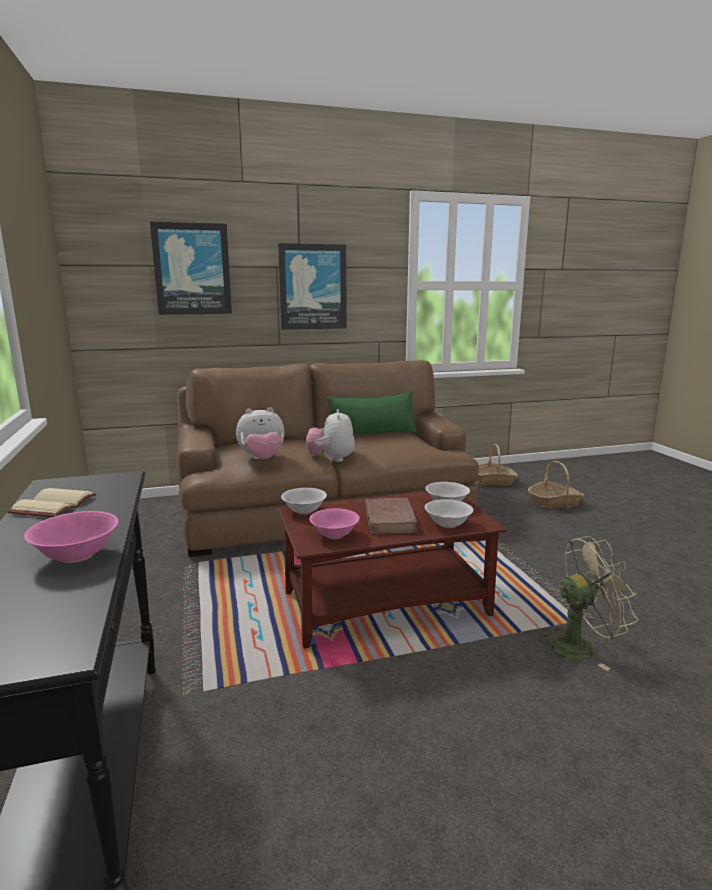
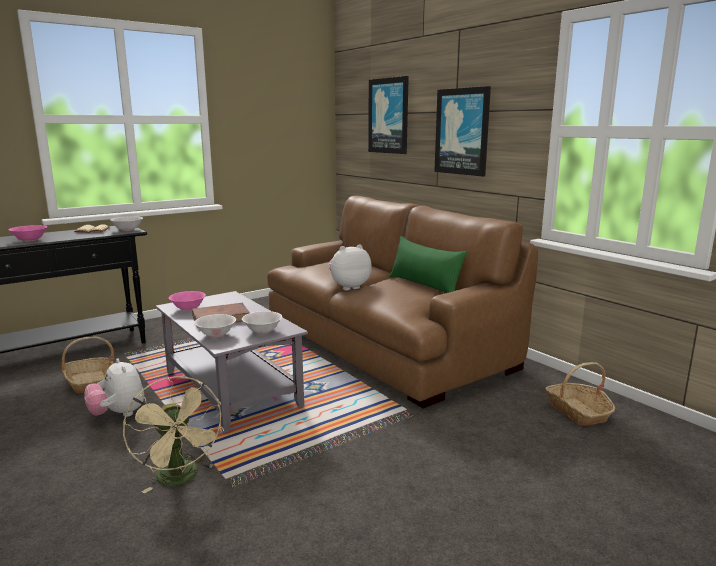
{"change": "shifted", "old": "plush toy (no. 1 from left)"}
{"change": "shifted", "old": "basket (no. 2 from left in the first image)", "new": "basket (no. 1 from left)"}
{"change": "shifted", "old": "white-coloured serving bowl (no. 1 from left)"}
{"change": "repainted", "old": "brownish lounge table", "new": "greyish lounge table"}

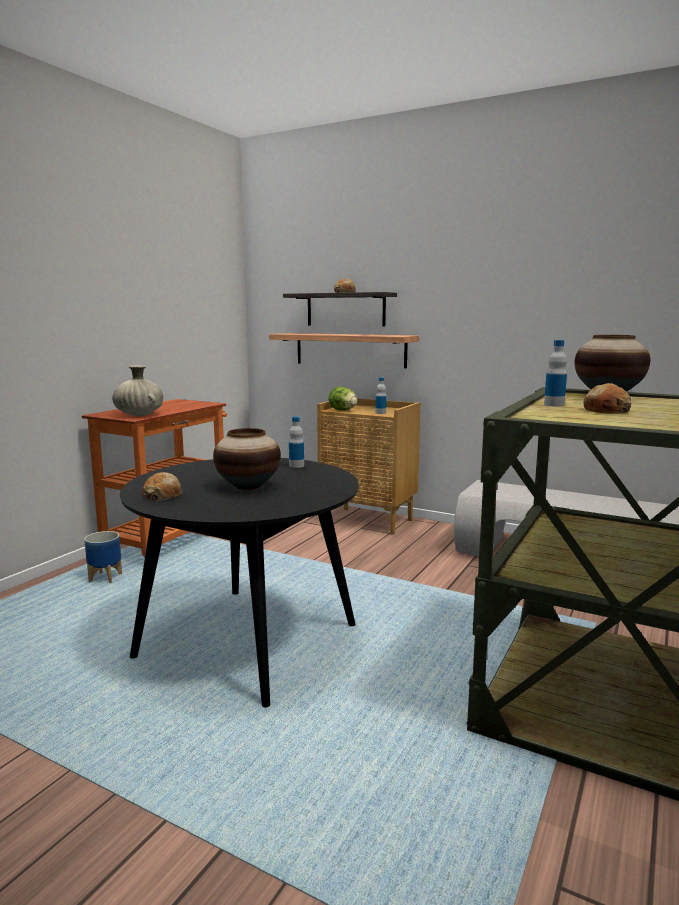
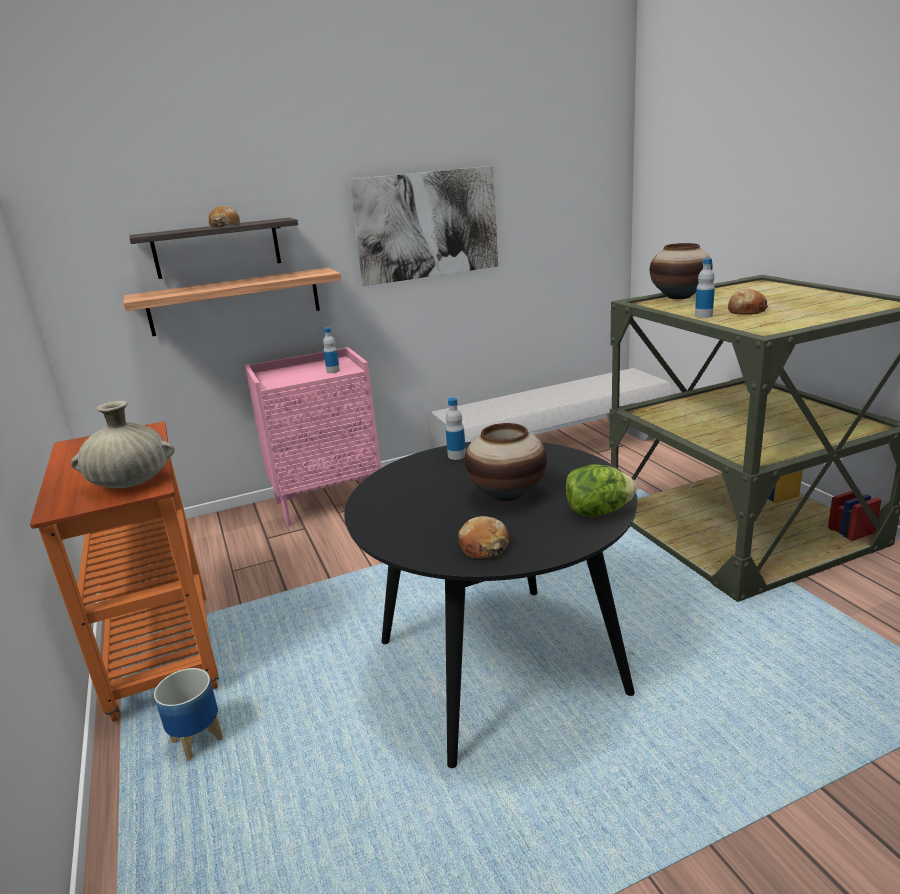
{"change": "shifted", "old": "head of lettuce"}
{"change": "repainted", "old": "brownish cabinet", "new": "pink-coloured cabinet"}
{"change": "new", "new": "wall picture"}

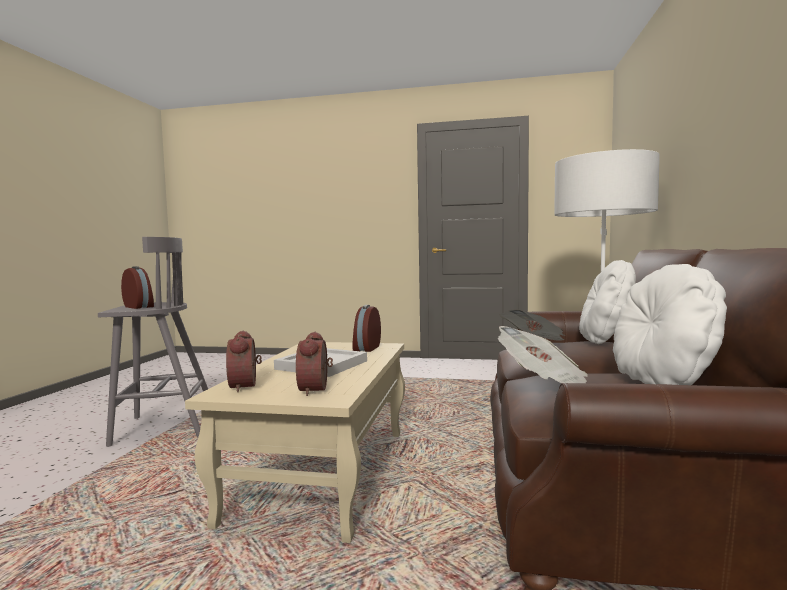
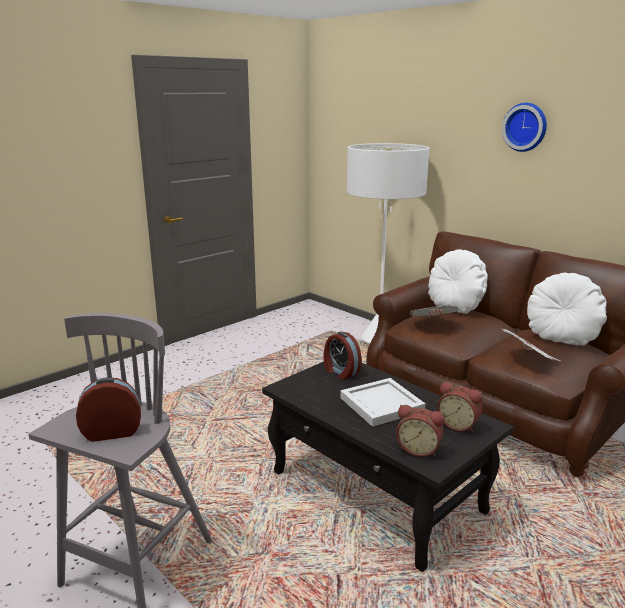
{"change": "repainted", "old": "beige lounge table", "new": "blackish lounge table"}
{"change": "new", "new": "wall clock"}

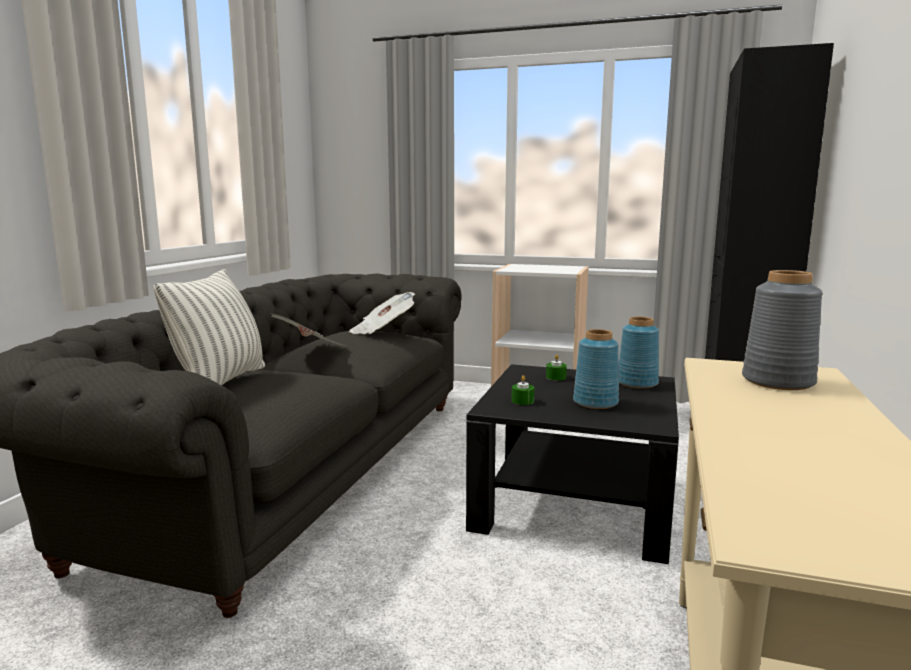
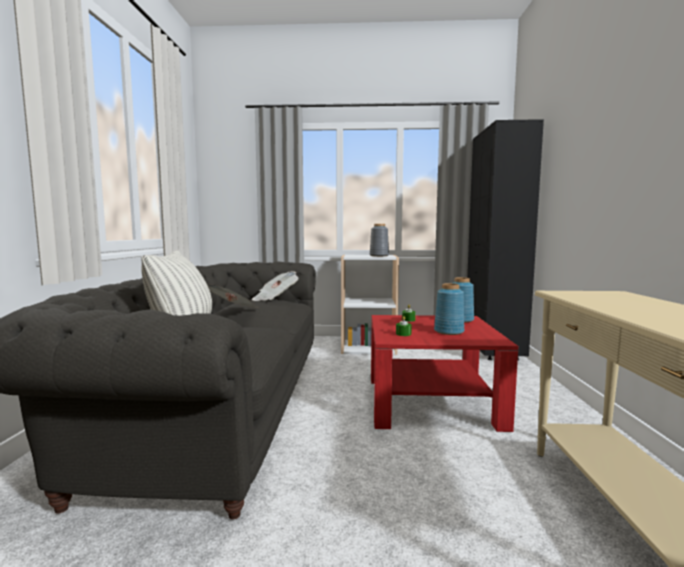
{"change": "shifted", "old": "greyish flower vase"}
{"change": "repainted", "old": "blackish lounge table", "new": "reddish lounge table"}

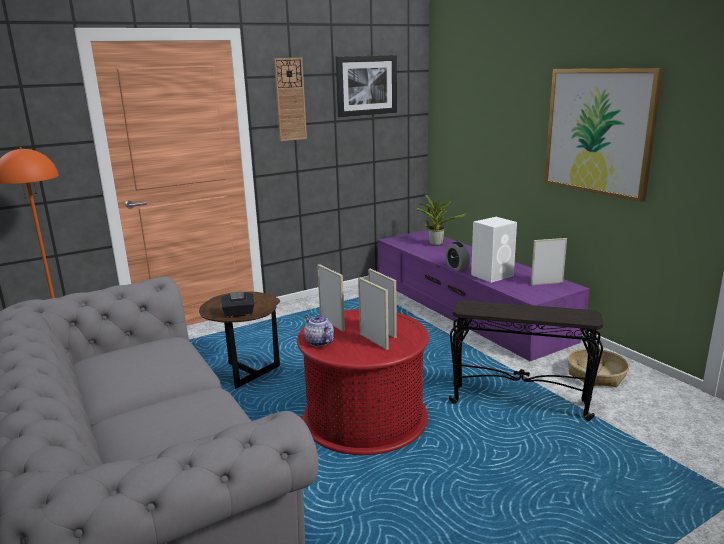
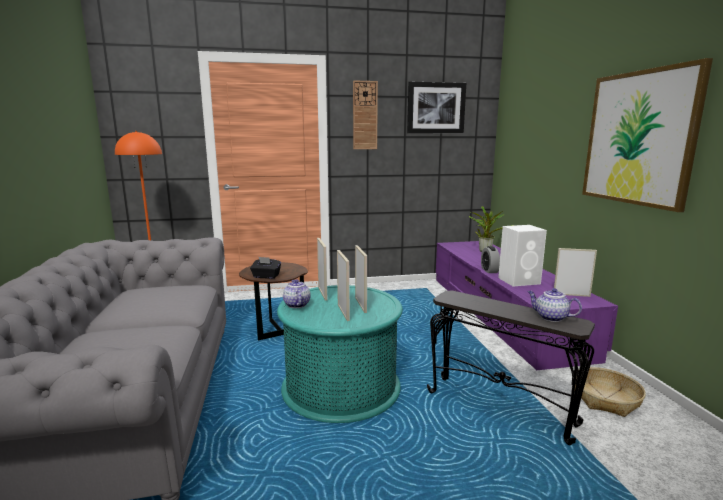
{"change": "repainted", "old": "reddish lounge table", "new": "turquoise lounge table"}
{"change": "new", "new": "teapot (no. 2 from left)"}

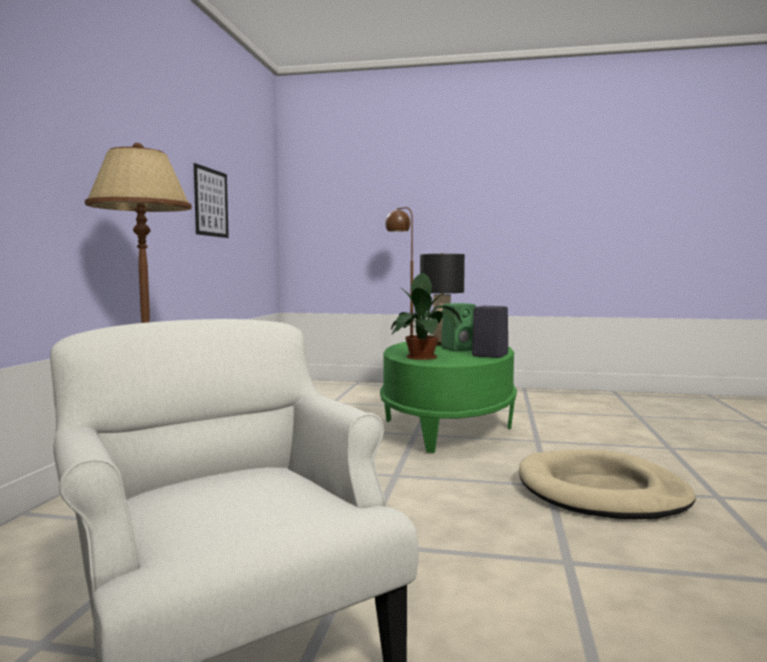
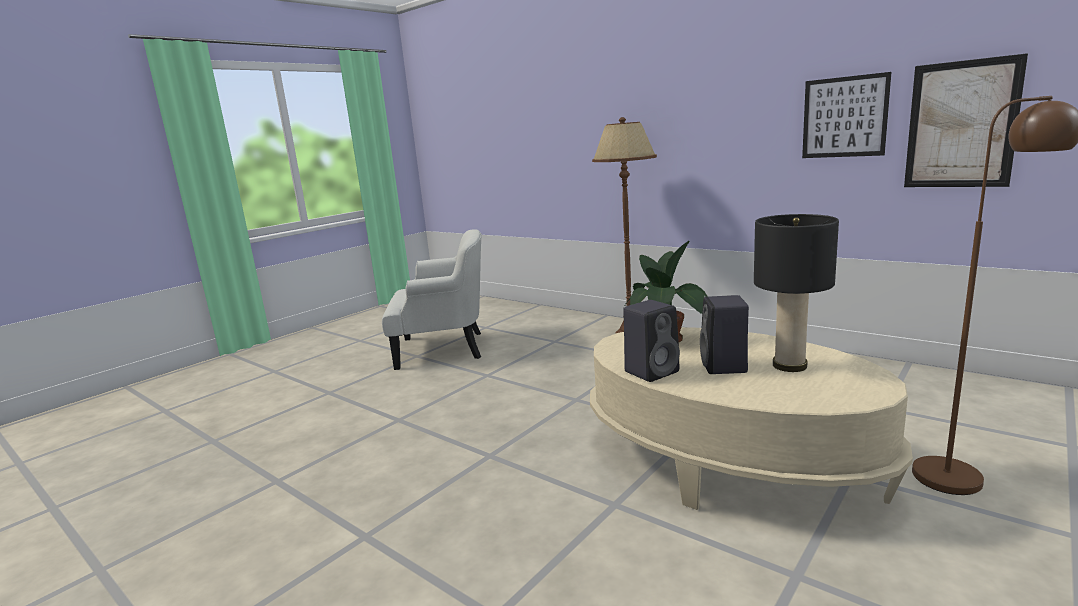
{"change": "repainted", "old": "green-coloured audio speaker", "new": "blackish audio speaker (no. 2 from left)"}
{"change": "repainted", "old": "green-coloured lounge table", "new": "beige lounge table"}
{"change": "gone", "old": "beige pet bed"}
{"change": "new", "new": "wall picture (no. 2 from left)"}

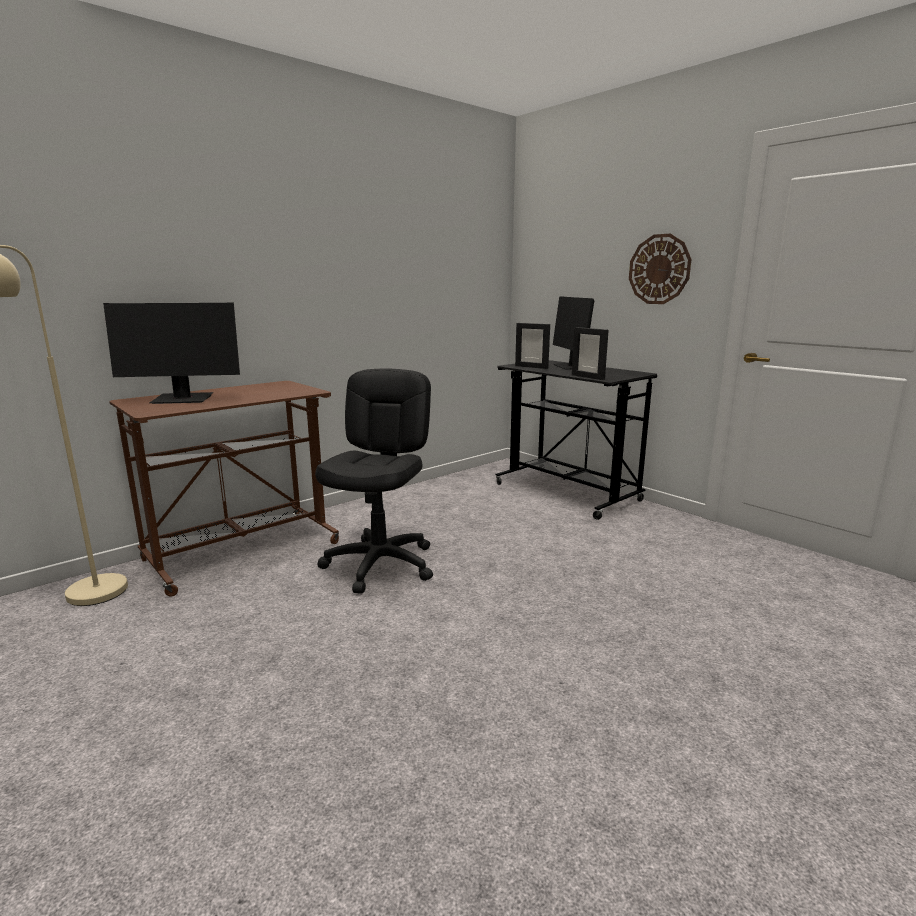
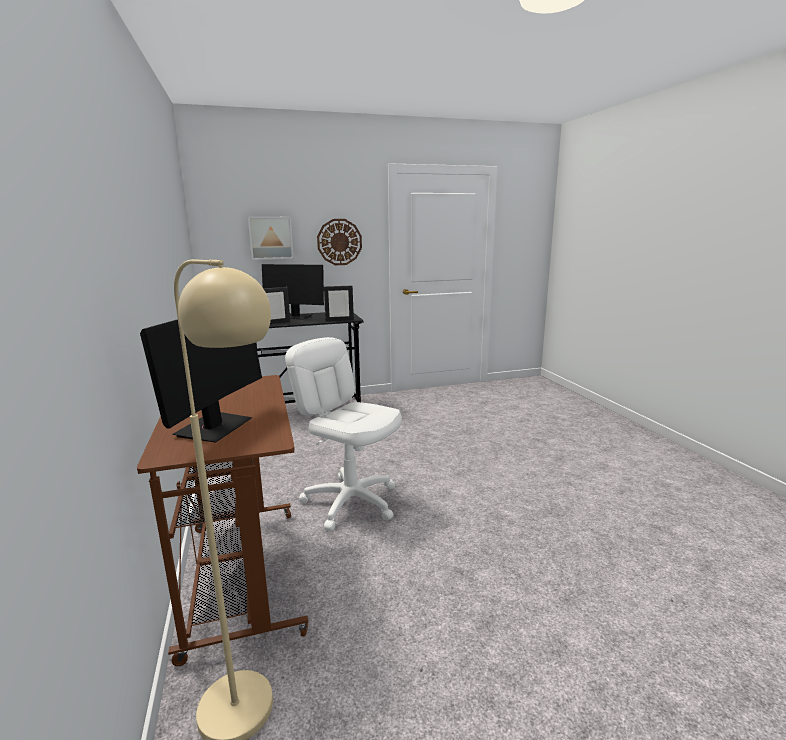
{"change": "repainted", "old": "blackish computer chair", "new": "white-coloured computer chair"}
{"change": "new", "new": "wall picture"}

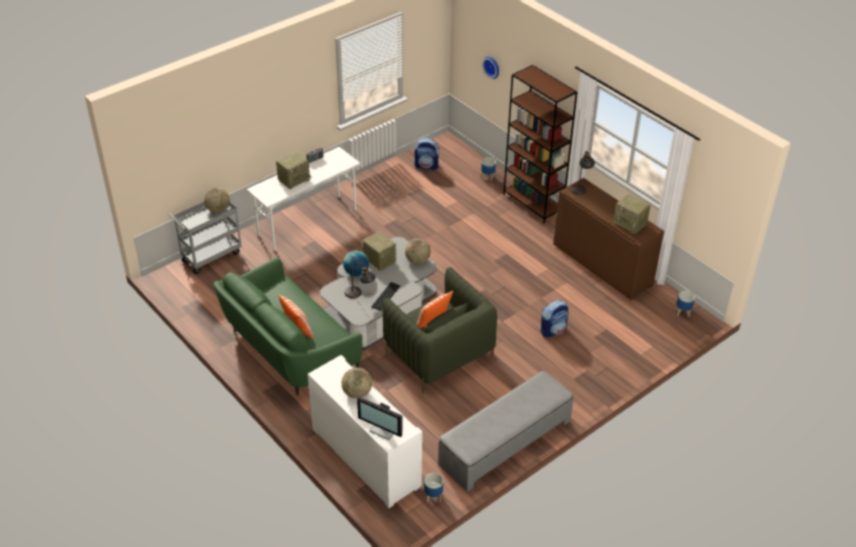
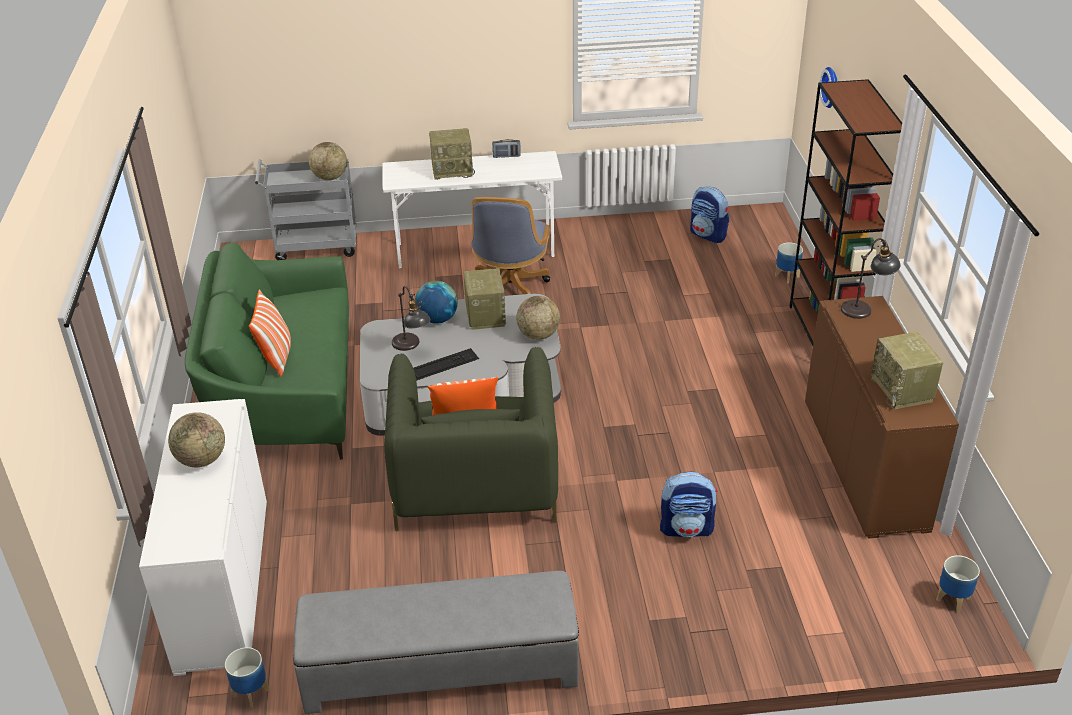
{"change": "gone", "old": "monitor"}
{"change": "new", "new": "blue-coloured computer chair"}

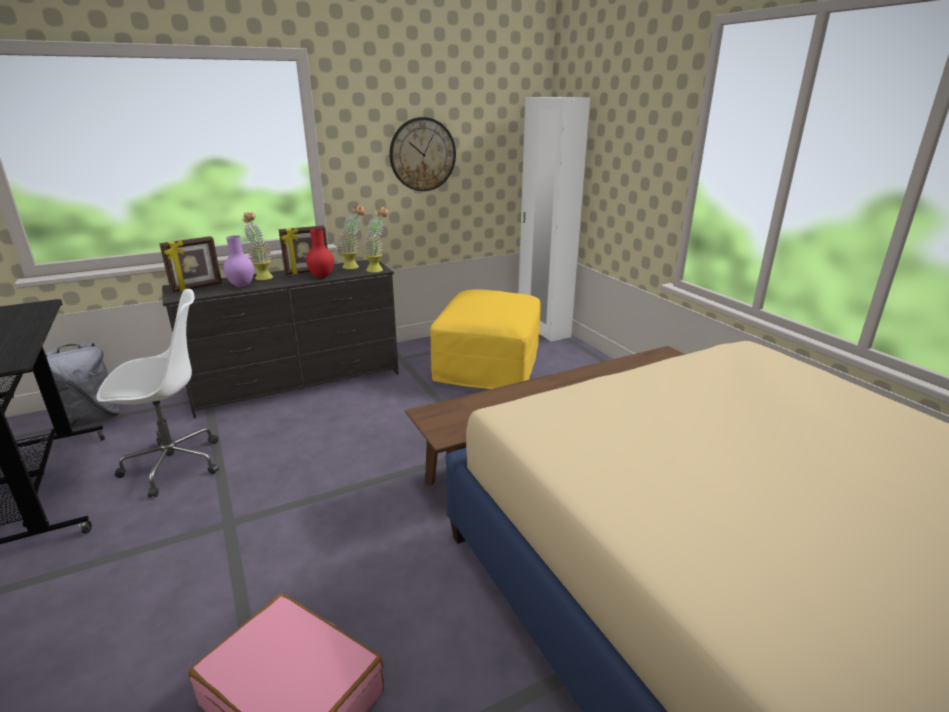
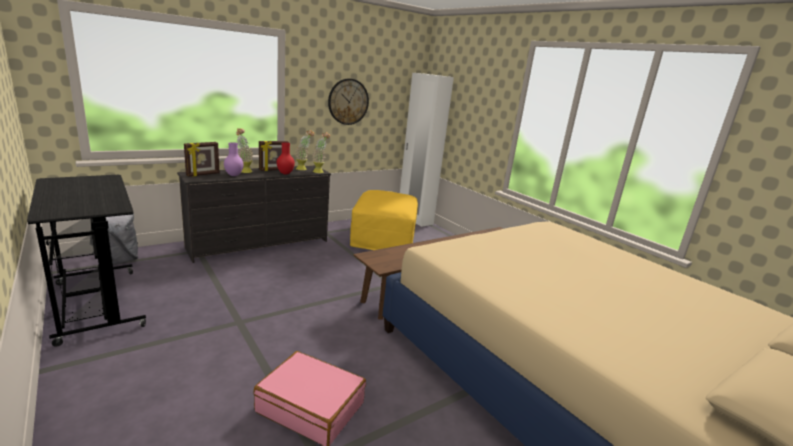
{"change": "gone", "old": "white-coloured computer chair"}

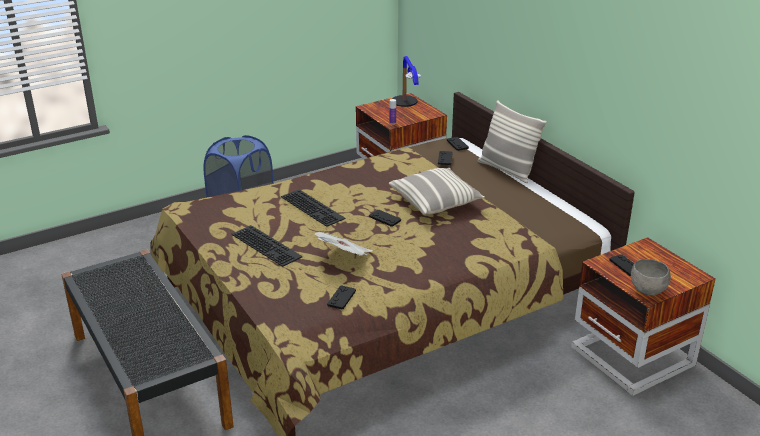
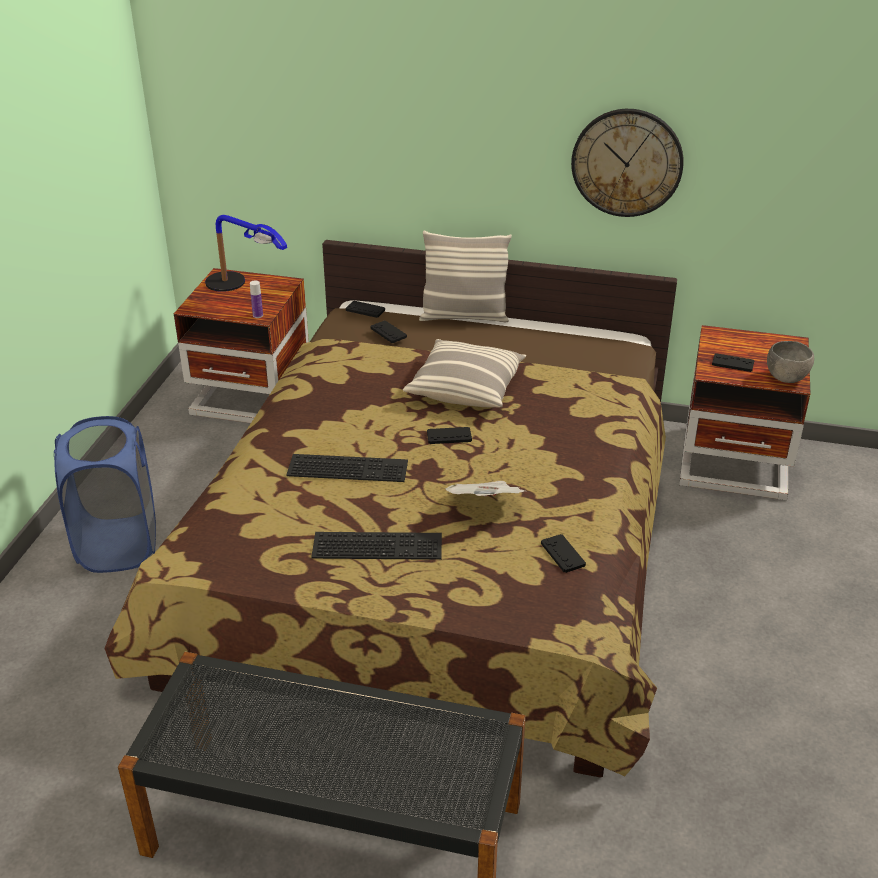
{"change": "new", "new": "wall clock"}

